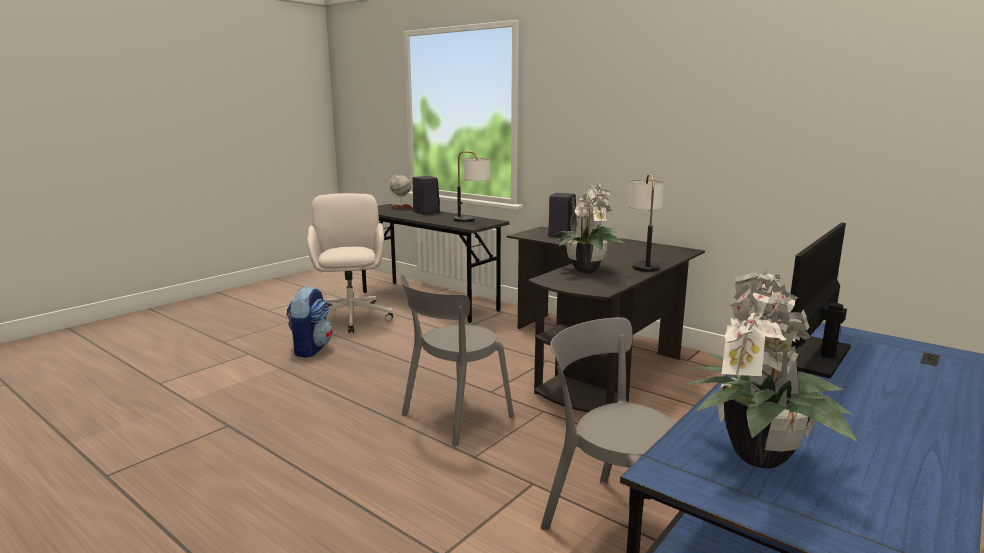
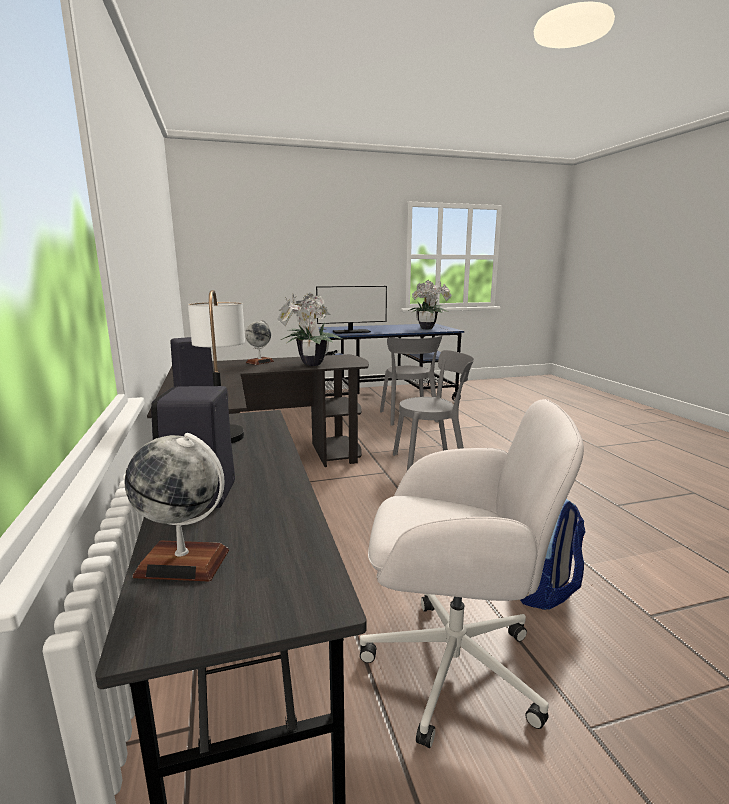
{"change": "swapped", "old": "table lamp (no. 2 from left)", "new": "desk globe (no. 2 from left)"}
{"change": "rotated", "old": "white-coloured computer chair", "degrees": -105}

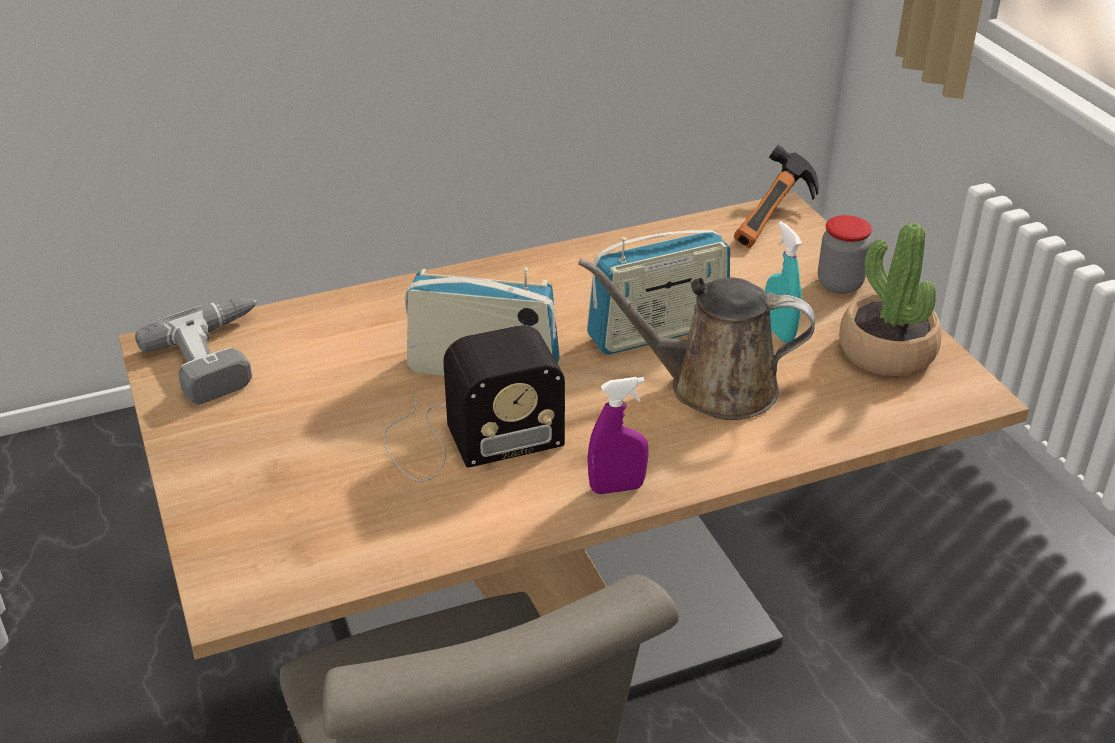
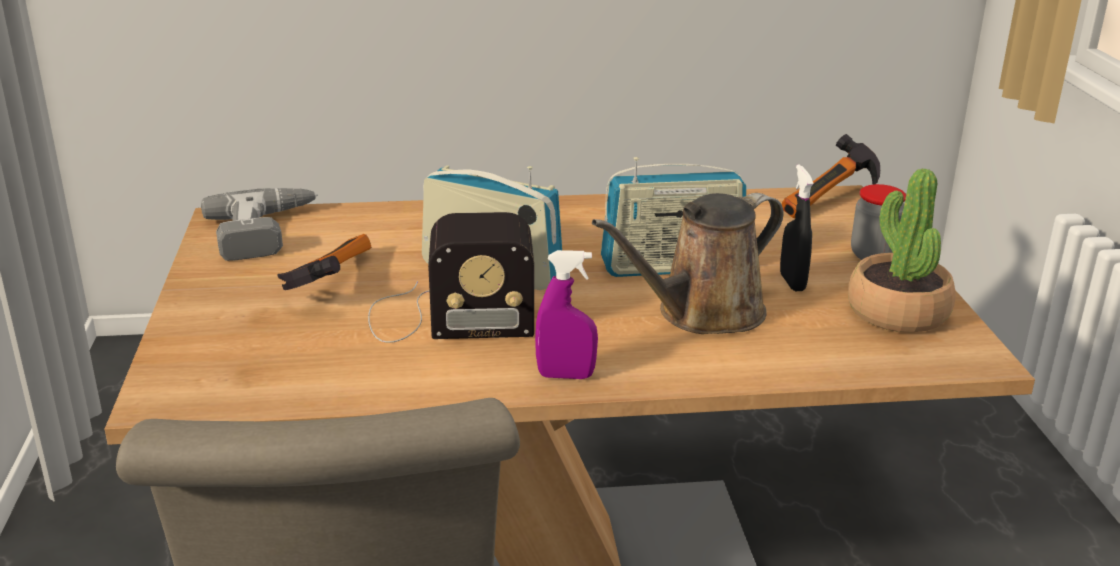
{"change": "repainted", "old": "turquoise hand sprayer", "new": "blackish hand sprayer"}
{"change": "rotated", "old": "brownish sprinkling can", "degrees": -60}
{"change": "new", "new": "tool hammer (no. 1 from left)"}

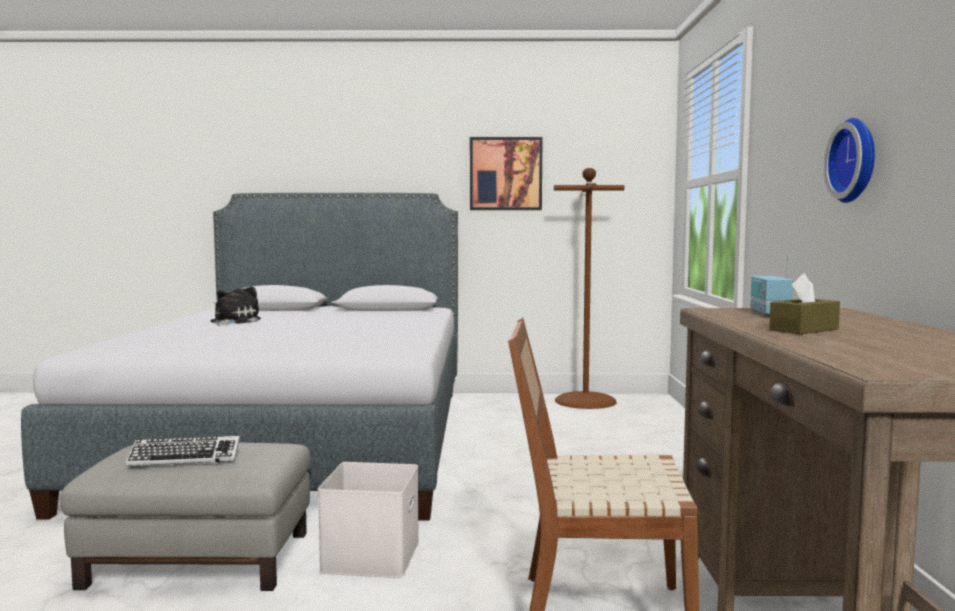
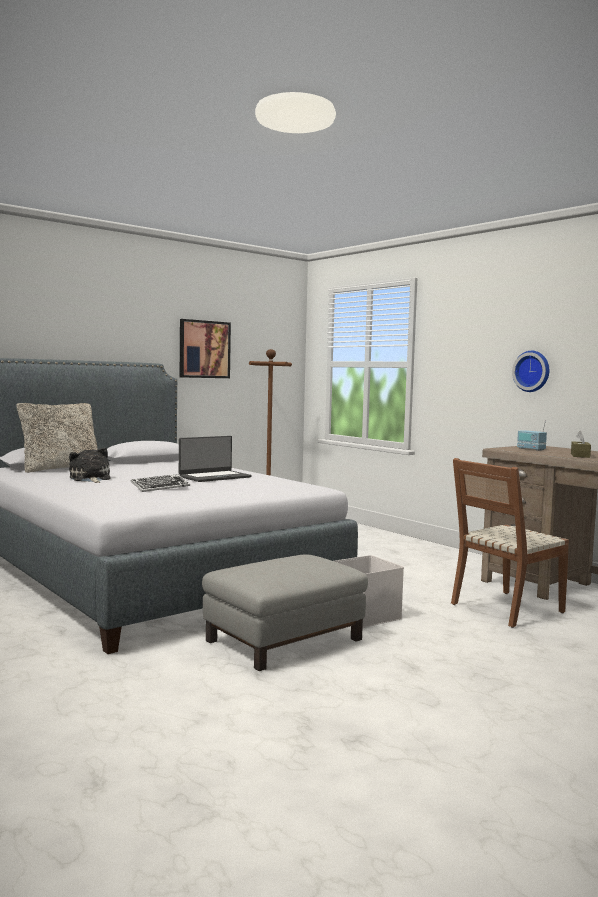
{"change": "shifted", "old": "keyboard"}
{"change": "new", "new": "beige cushion"}
{"change": "new", "new": "laptop"}

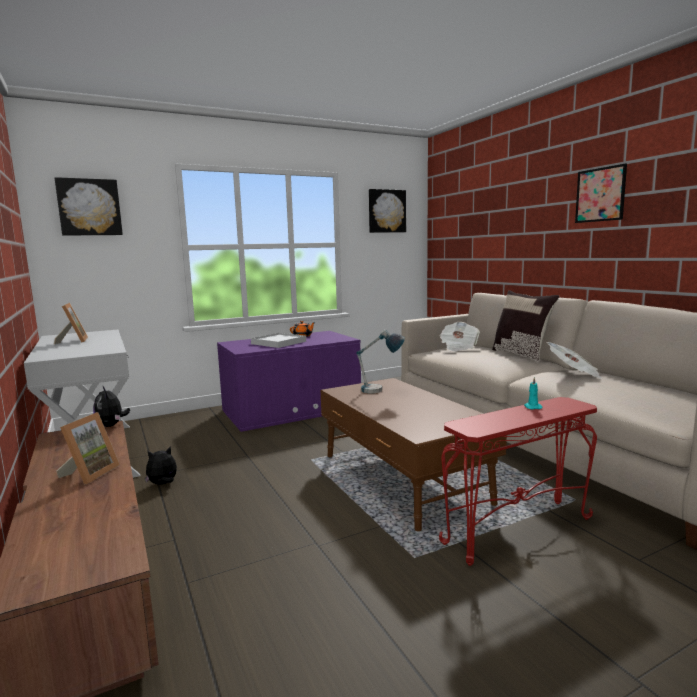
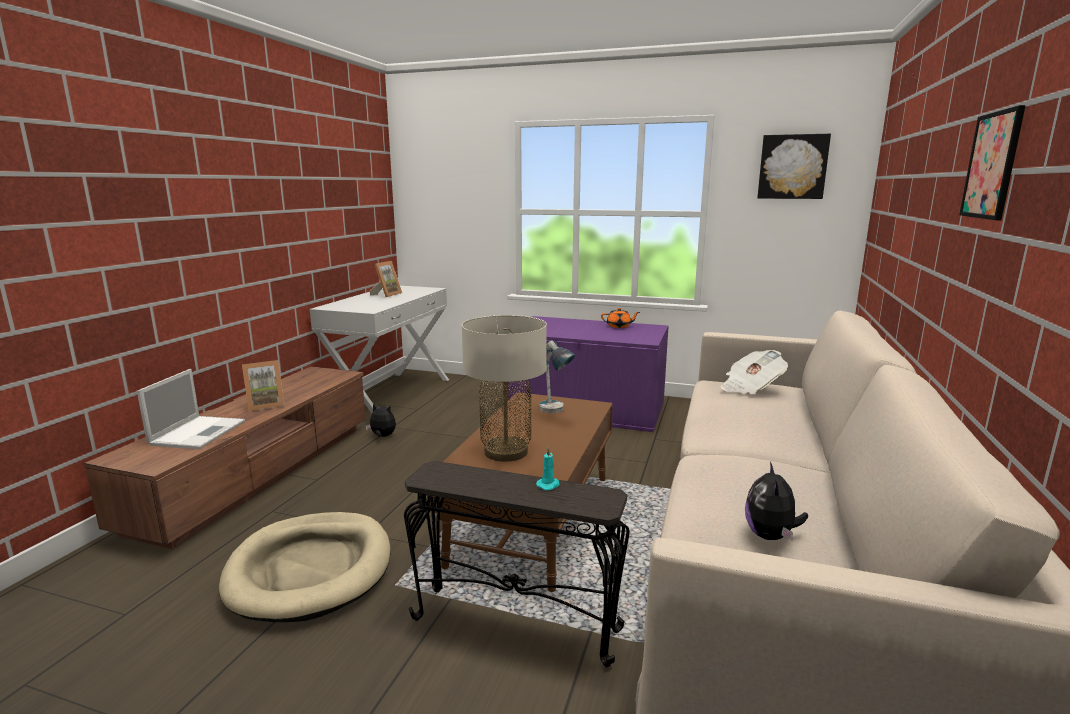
{"change": "gone", "old": "wall picture (no. 1 from left)"}
{"change": "gone", "old": "cushion"}
{"change": "gone", "old": "white-coloured serving tray"}
{"change": "gone", "old": "printed paper (no. 2 from left)"}
{"change": "shifted", "old": "plush toy (no. 1 from left in the first image)", "new": "plush toy (no. 2 from left)"}
{"change": "repainted", "old": "reddish end table", "new": "blackish end table"}
{"change": "new", "new": "table lamp (no. 1 from left)"}
{"change": "new", "new": "laptop"}
{"change": "new", "new": "beige pet bed"}

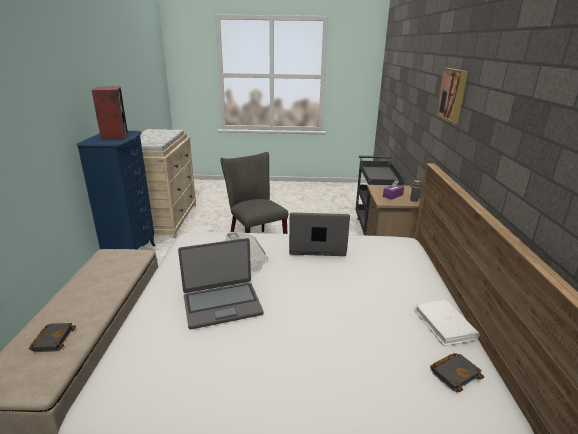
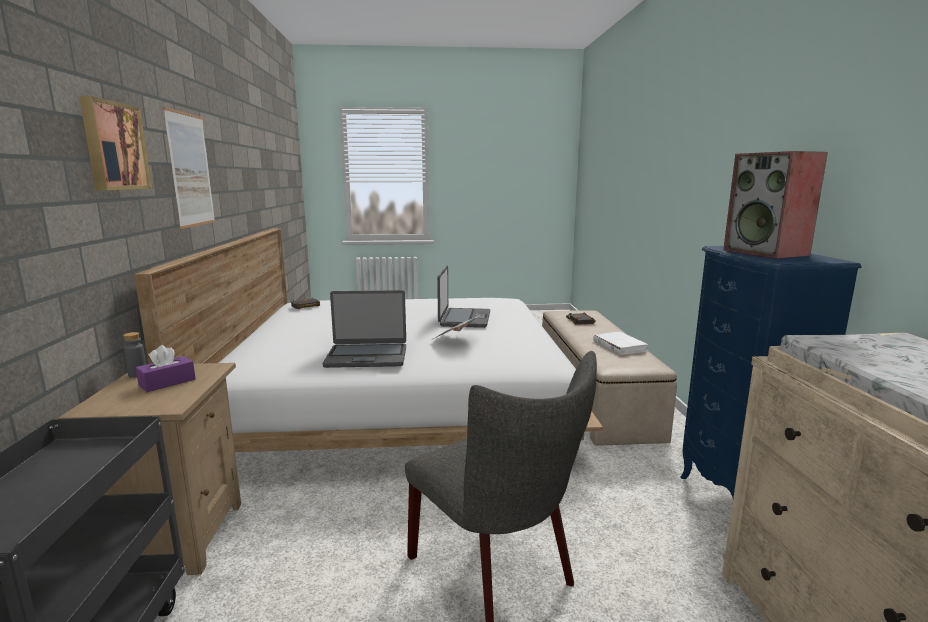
{"change": "rotated", "old": "laptop (no. 1 from left in the first image)", "degrees": 120}
{"change": "shifted", "old": "white-coloured book"}
{"change": "new", "new": "wall picture (no. 2 from left)"}

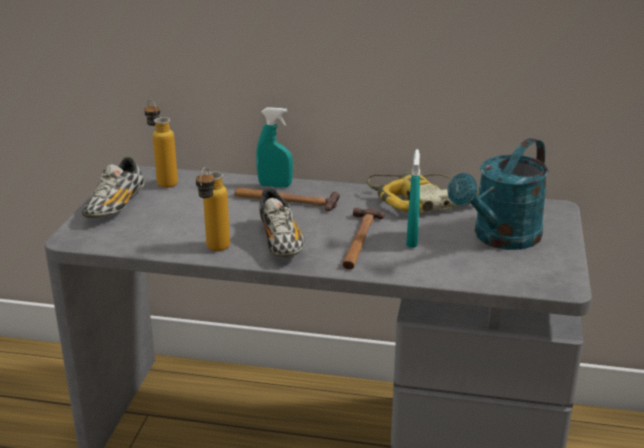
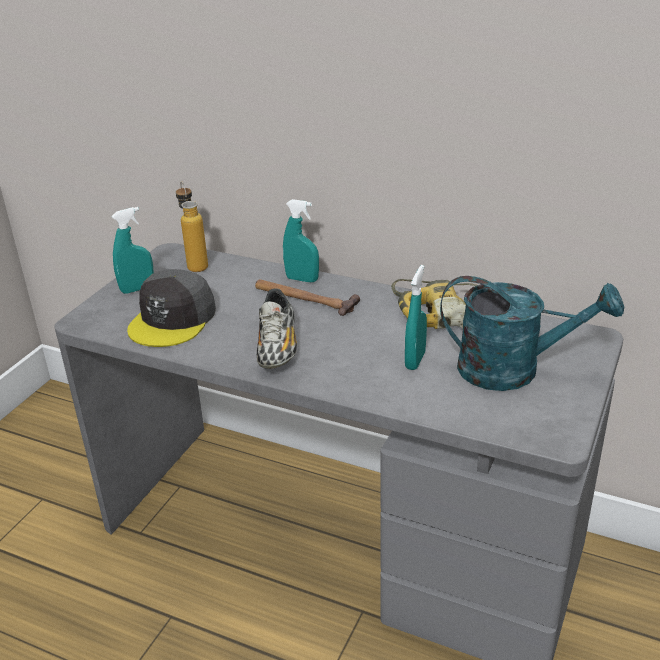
{"change": "rotated", "old": "turquoise sprinkling can", "degrees": -135}
{"change": "swapped", "old": "item of footwear (no. 1 from left)", "new": "turquoise hand sprayer (no. 1 from left)"}
{"change": "gone", "old": "beverage bottle (no. 2 from left)"}
{"change": "gone", "old": "tool hammer (no. 2 from left)"}
{"change": "new", "new": "greyish cap"}

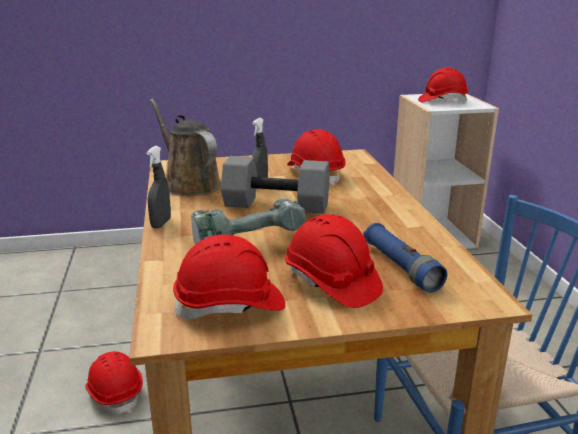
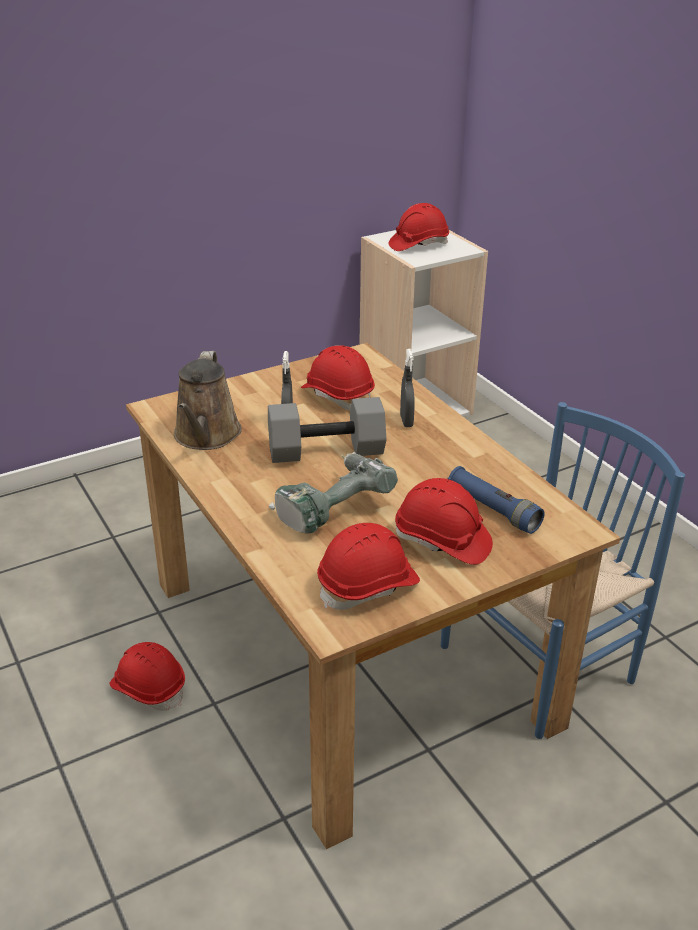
{"change": "rotated", "old": "brownish sprinkling can", "degrees": -120}
{"change": "shifted", "old": "greyish hand sprayer (no. 1 from left in the first image)", "new": "greyish hand sprayer (no. 2 from left)"}

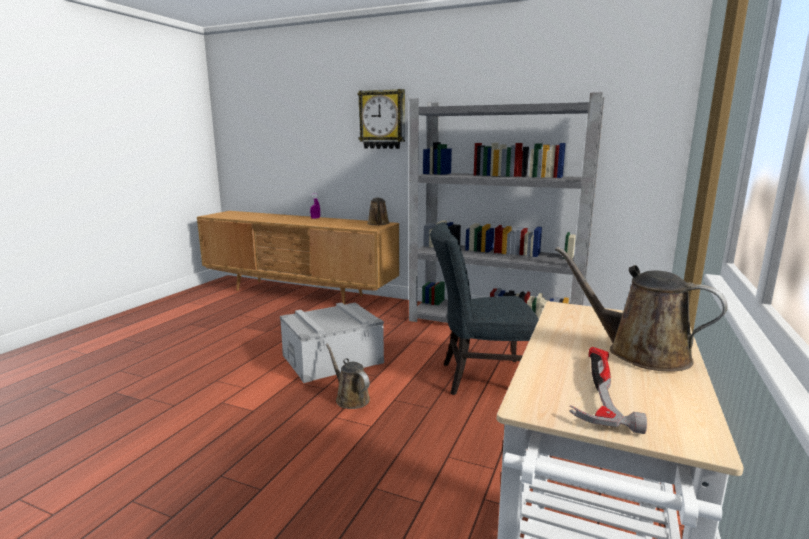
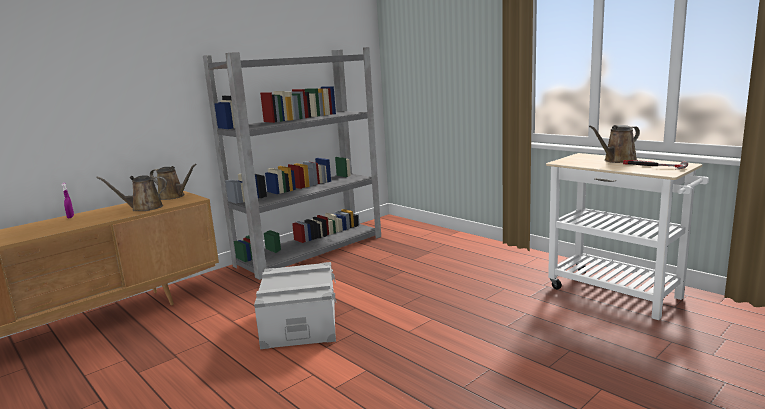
{"change": "gone", "old": "wall clock"}
{"change": "gone", "old": "greyish chair"}
{"change": "shifted", "old": "brownish sprinkling can (no. 1 from left)"}

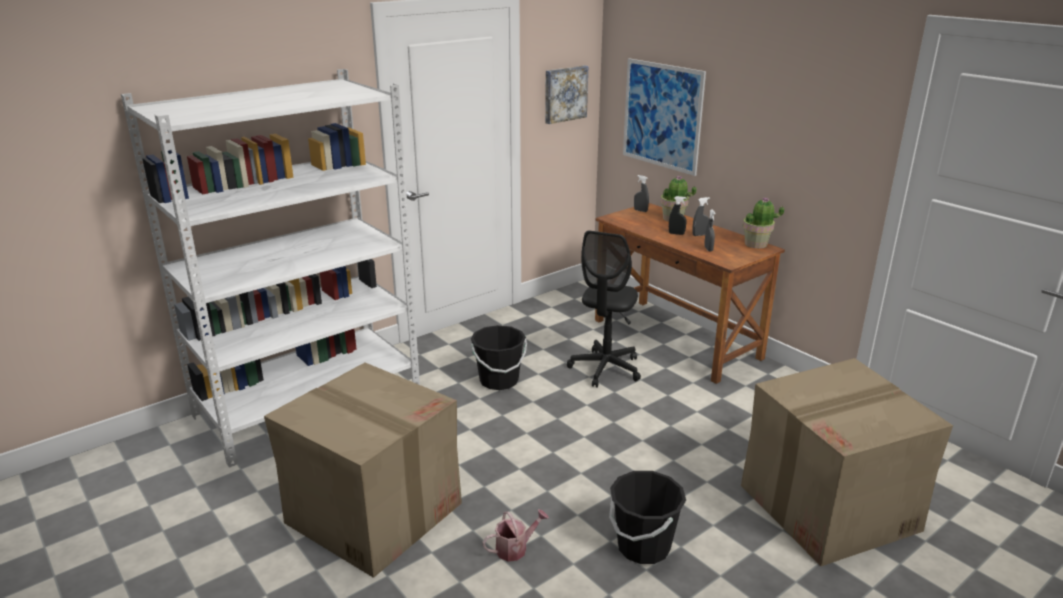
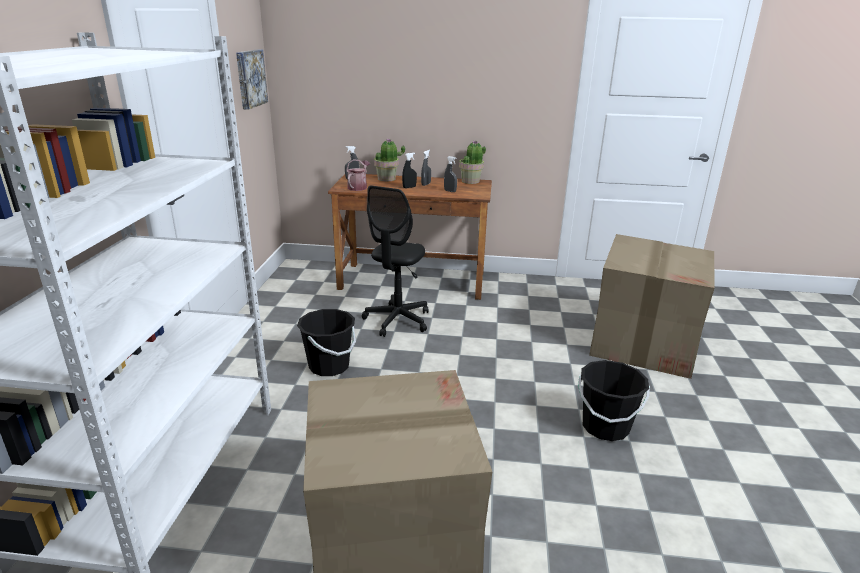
{"change": "gone", "old": "wall picture (no. 2 from left)"}
{"change": "rotated", "old": "blackish computer chair", "degrees": 45}
{"change": "shifted", "old": "sprinkling can"}

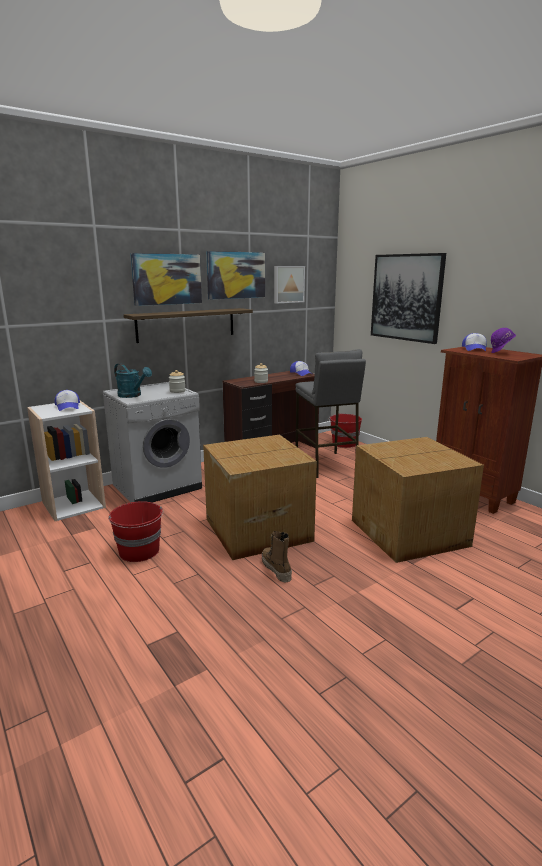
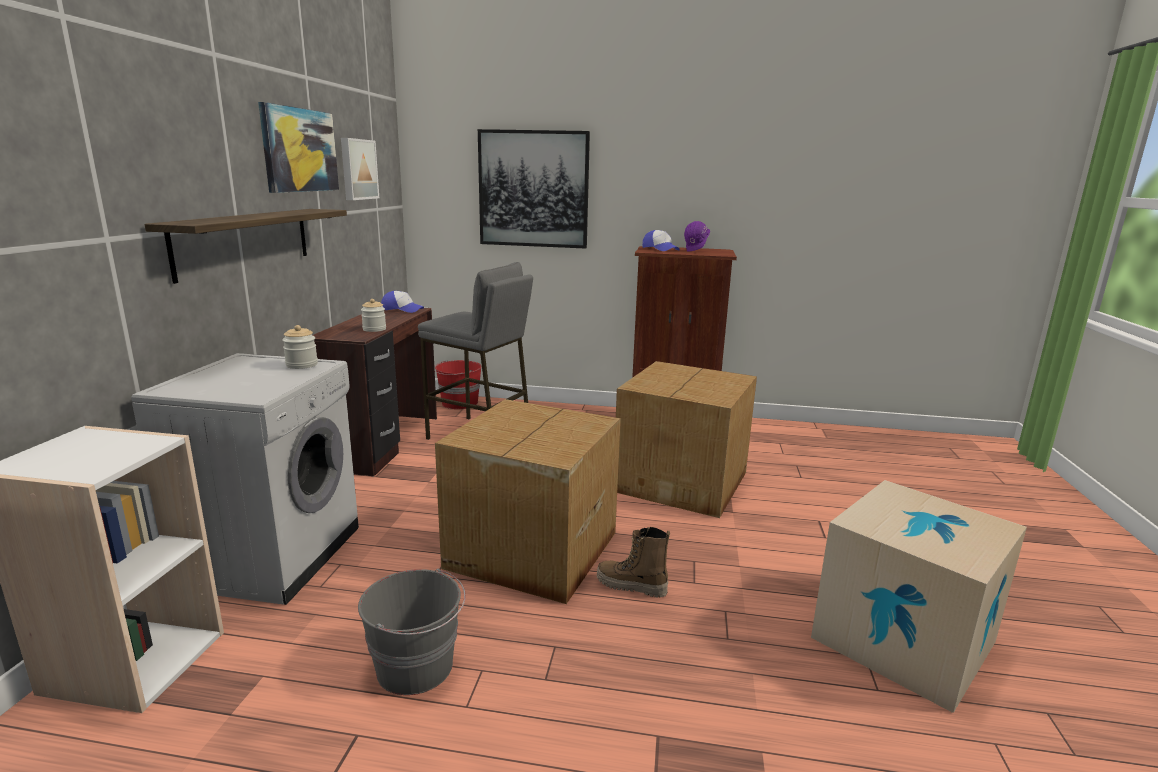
{"change": "gone", "old": "wall picture (no. 1 from left)"}
{"change": "gone", "old": "turquoise sprinkling can"}
{"change": "gone", "old": "cap (no. 1 from left)"}
{"change": "repainted", "old": "reddish pail (no. 1 from left)", "new": "greyish pail"}
{"change": "new", "new": "cardboard box (no. 3 from left)"}

